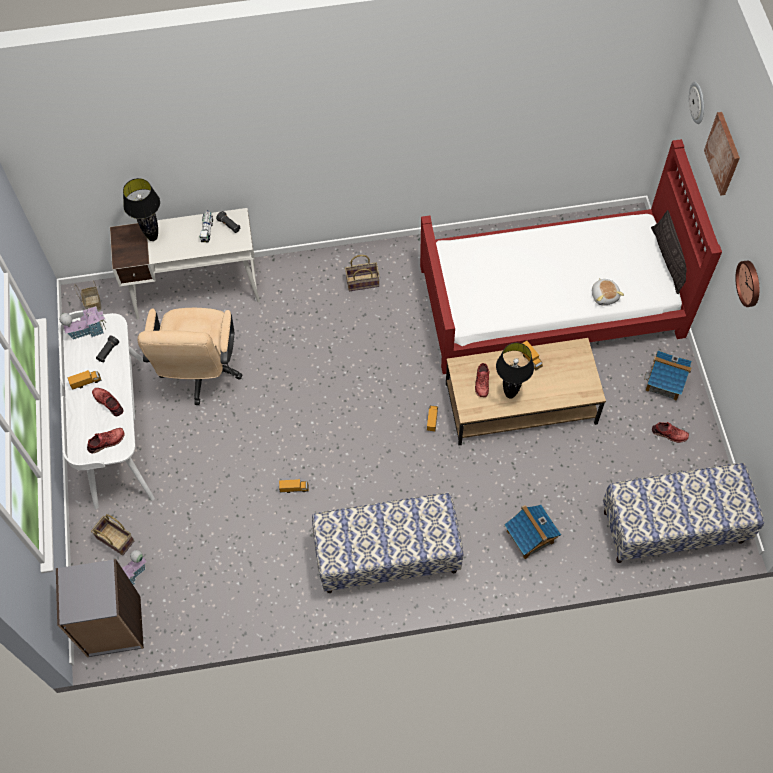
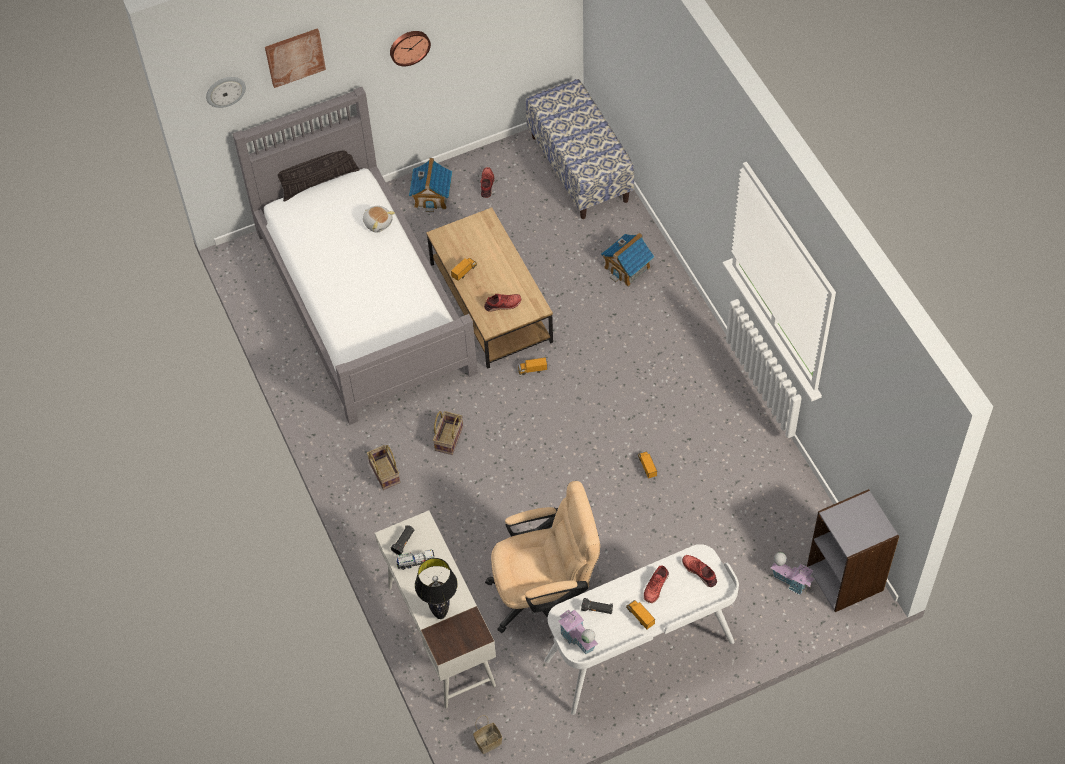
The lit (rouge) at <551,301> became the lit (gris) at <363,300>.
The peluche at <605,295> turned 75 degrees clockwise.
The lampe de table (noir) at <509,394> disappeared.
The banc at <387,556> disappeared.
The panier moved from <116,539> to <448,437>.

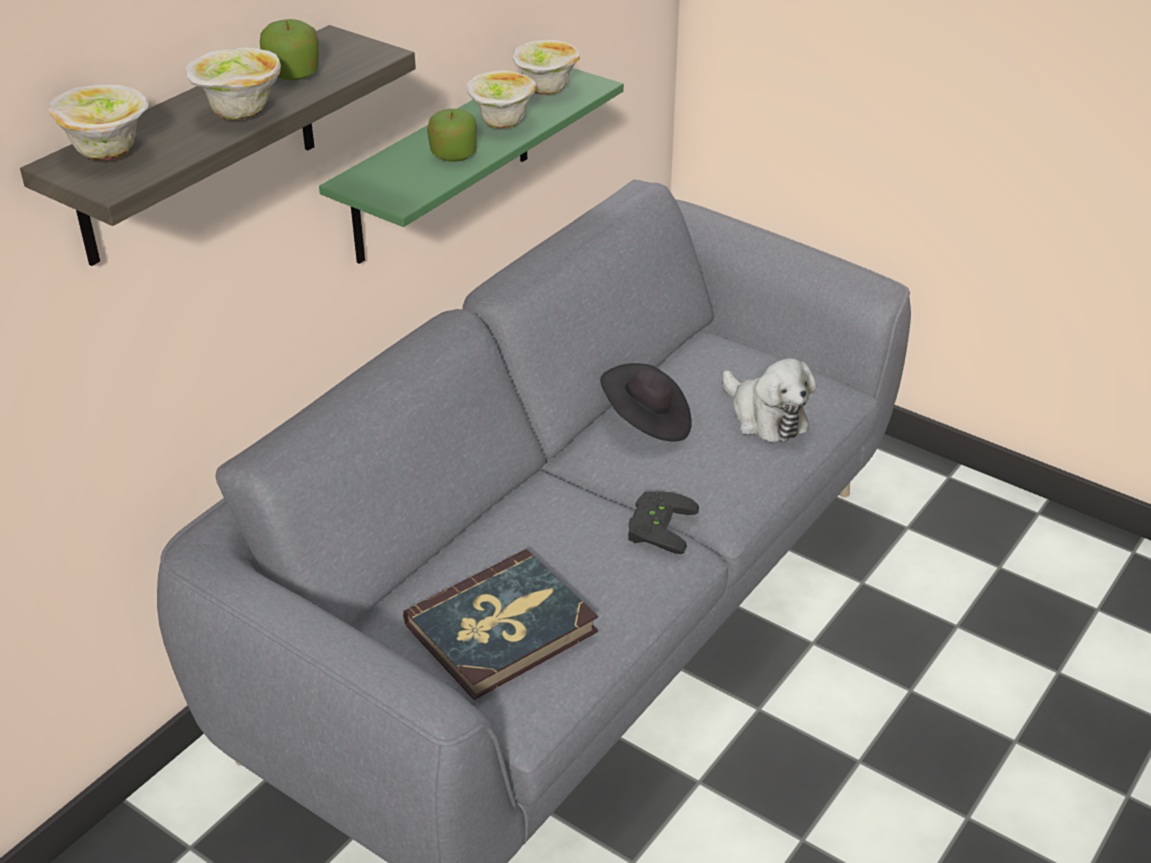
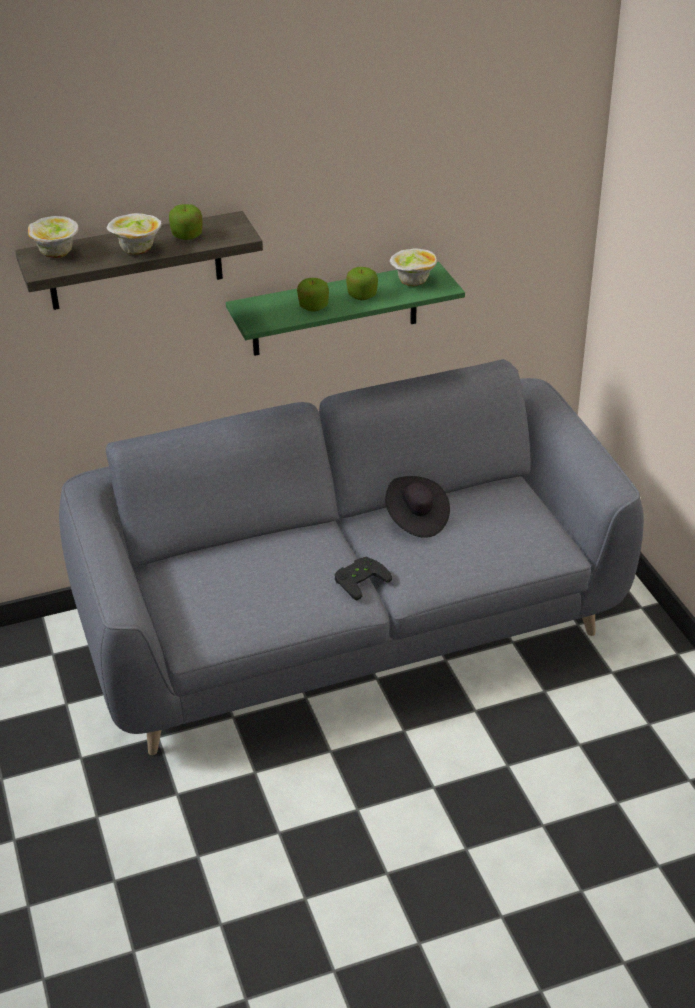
The bol at <501,123> was replaced by the pomme at <362,295>.
The peluche at <765,417> disappeared.
The livre at <502,629> disappeared.

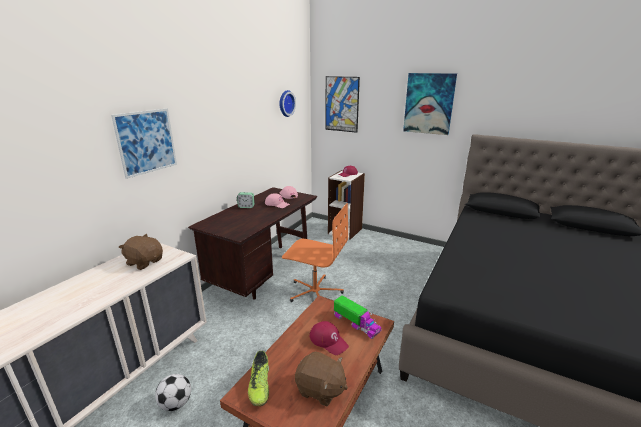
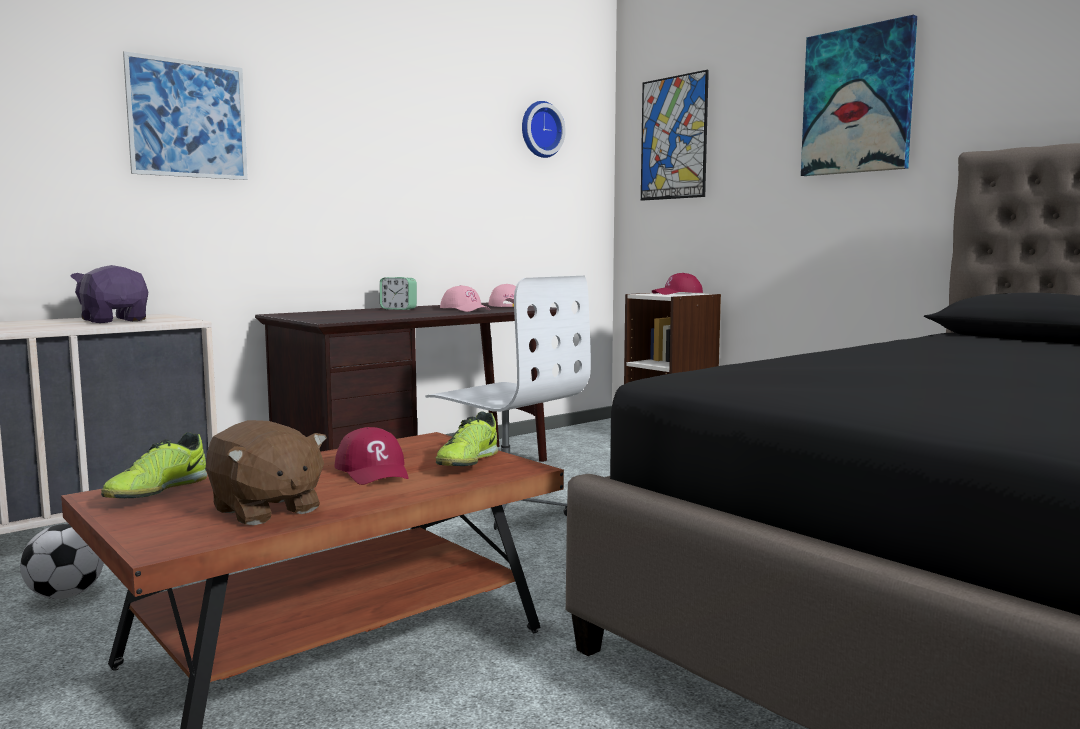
The chaise de bureau (orange) at <315,292> became the chaise de bureau (blanc) at <506,507>.
The peluche (marron) at <145,262> became the peluche (violet) at <115,320>.
The camion jouet at <356,323> was replaced by the chaussure at <467,462>.

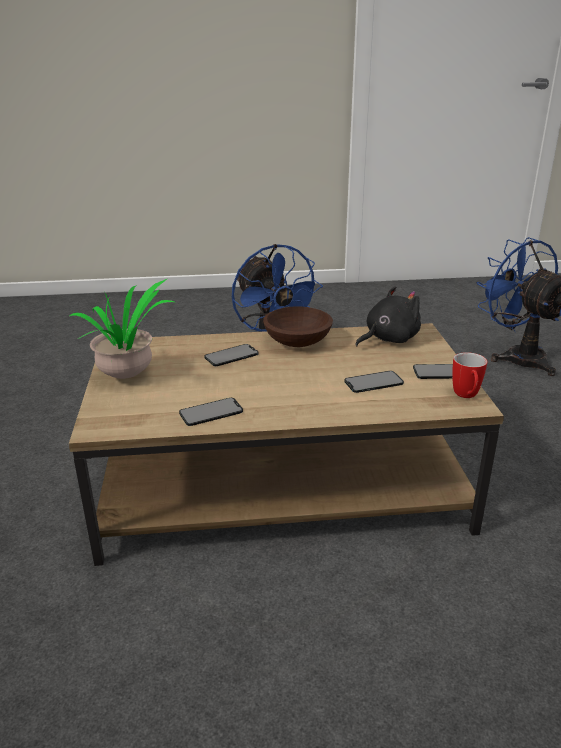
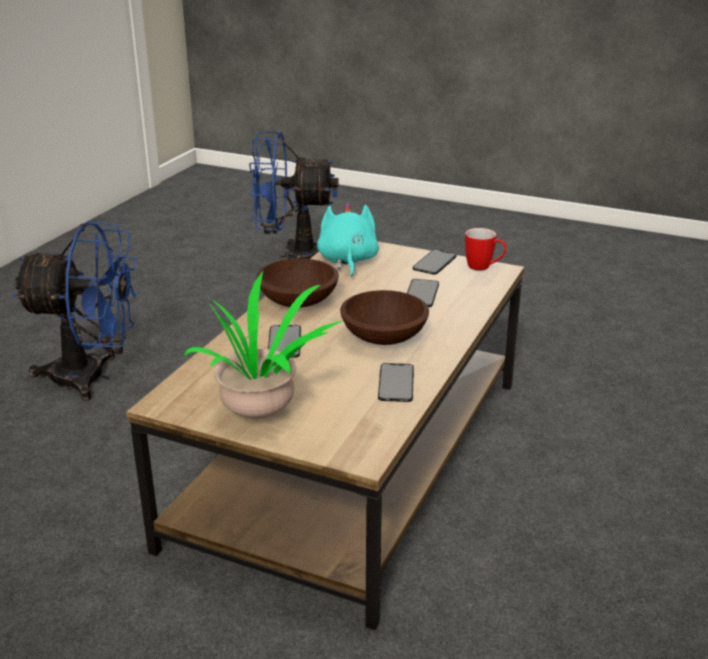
The peluche (noir) at <388,339> became the peluche (turquoise) at <347,261>.
The bol (marron) at <382,337> appeared.

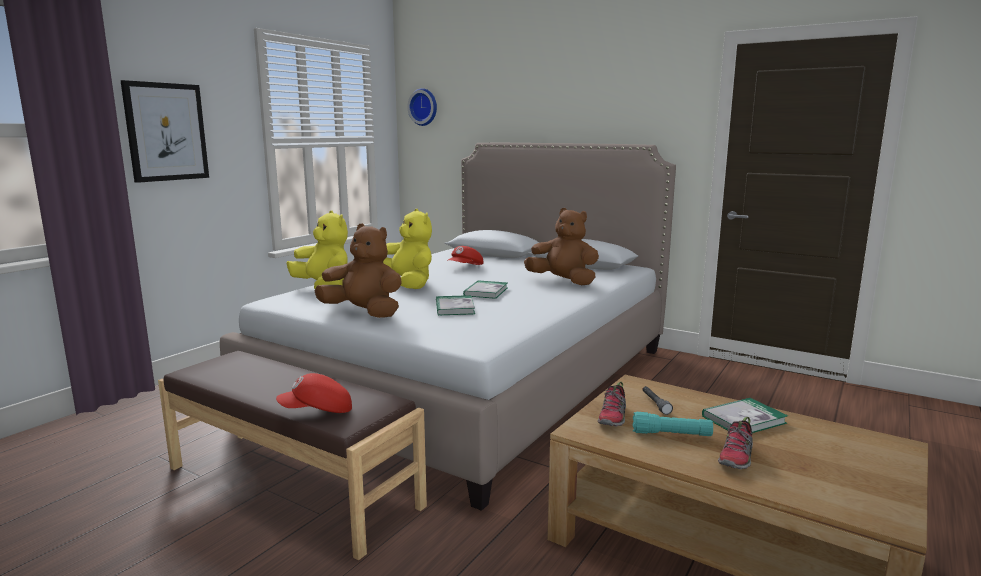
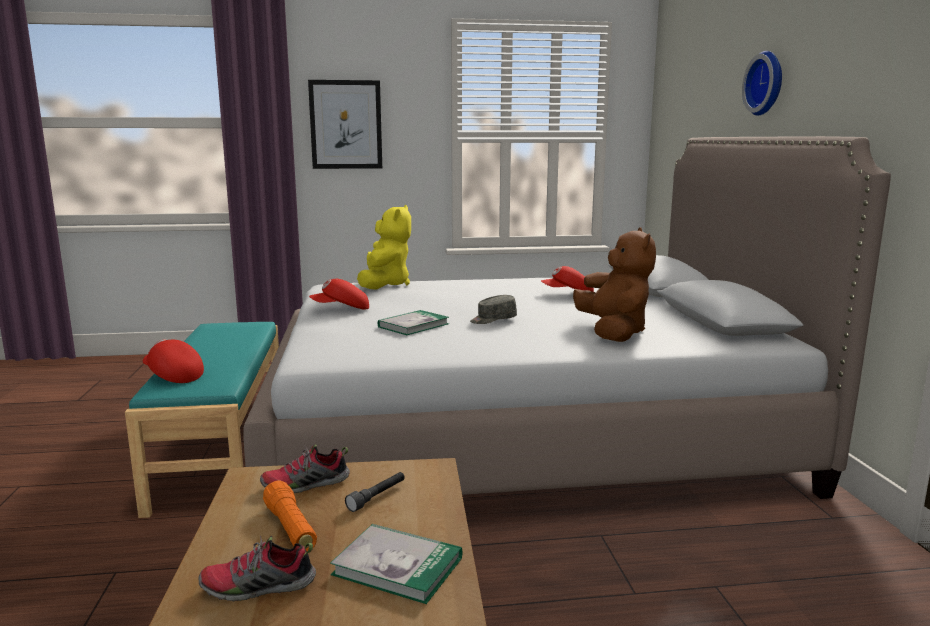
The horloge murale moved from <424,107> to <767,83>.
The peluche (jaune) at <408,284> disappeared.
The peluche (marron) at <364,313> was replaced by the casquette (rouge) at <341,309>.
The livre at <486,292> was replaced by the casquette (gris) at <493,320>.
The banc (marron) at <293,485> became the banc (turquoise) at <225,448>.
The lampe de poche (turquoise) at <671,434> became the lampe de poche (orange) at <290,528>.

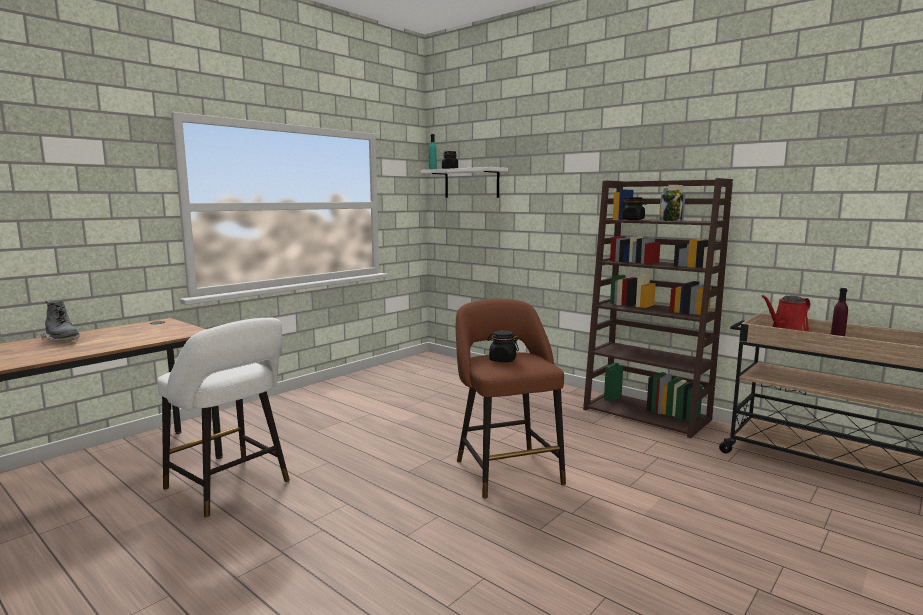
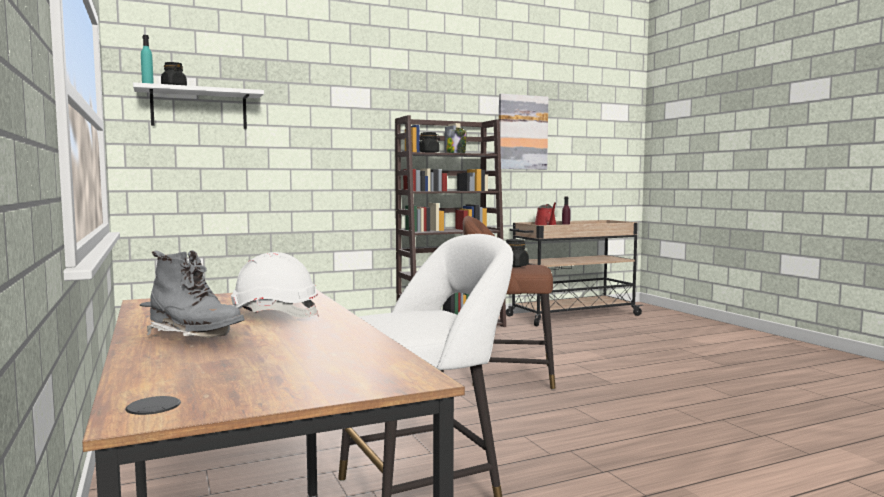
The botte (gris) at <62,340> turned 60 degrees clockwise.
The tableau at <522,132> appeared.
The casque de chantier (blanc) at <270,316> appeared.

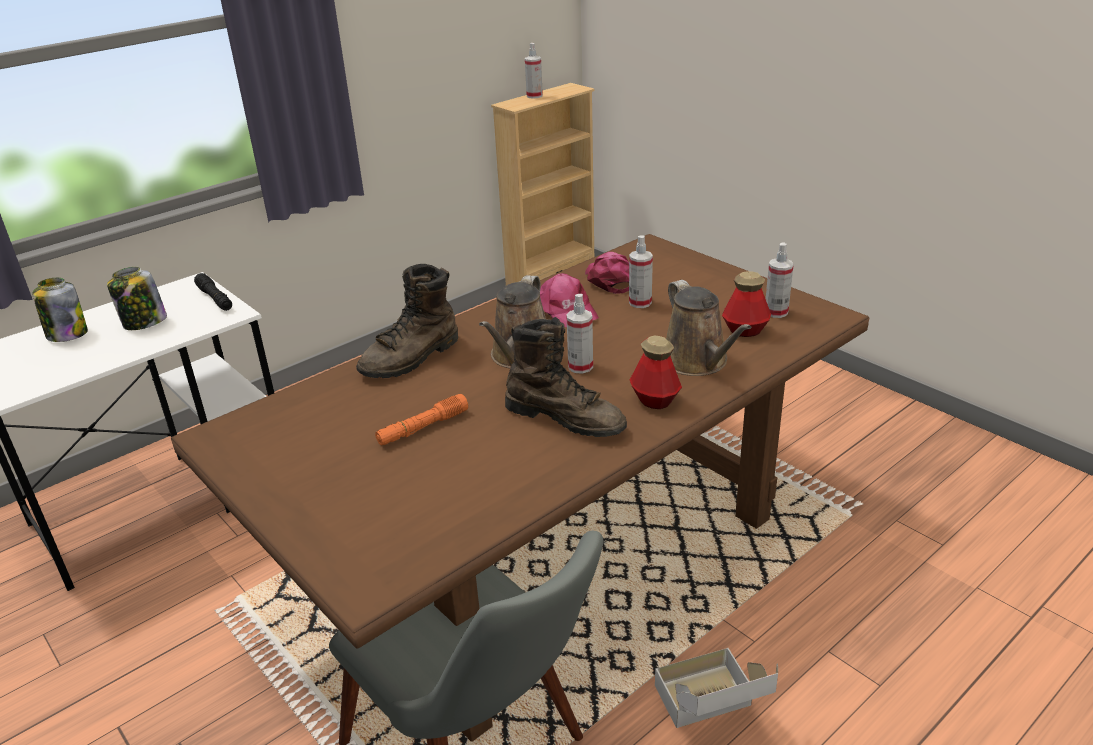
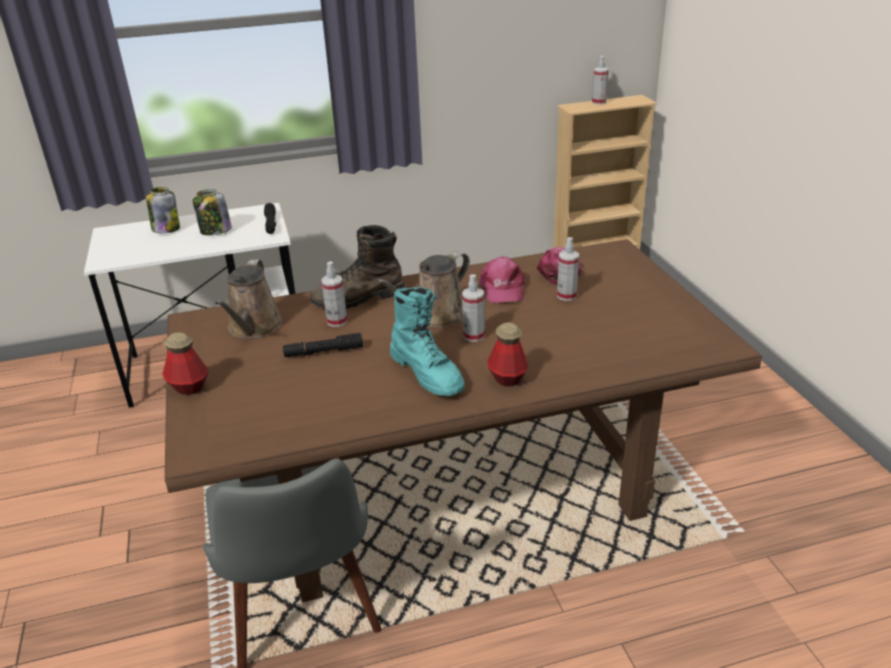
The vaporisateur moved from <776,312> to <337,321>.
The bouteille moved from <745,330> to <189,387>.
The arrosoir (marron) moved from <698,362> to <253,328>.
The botte (marron) at <566,418> became the botte (turquoise) at <428,373>.
The lampe de poche (orange) at <423,428> became the lampe de poche (noir) at <323,352>.
The carton at <711,713> disappeared.

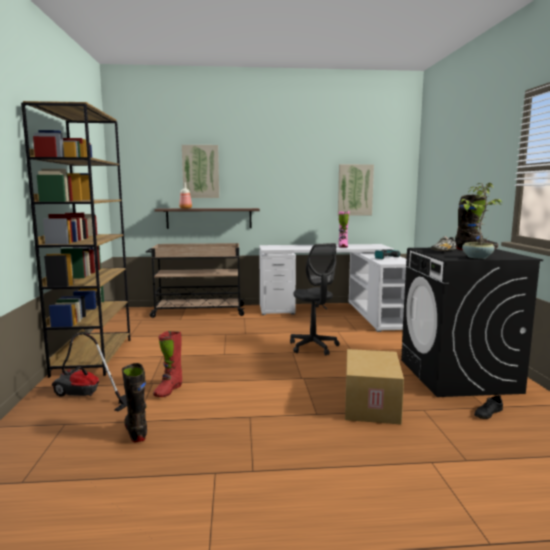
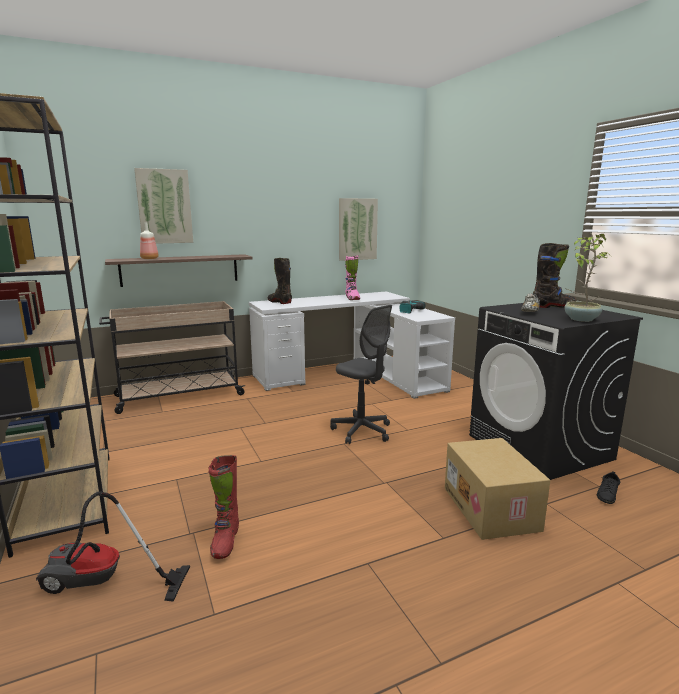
The botte (noir) moved from <136,431> to <279,302>.

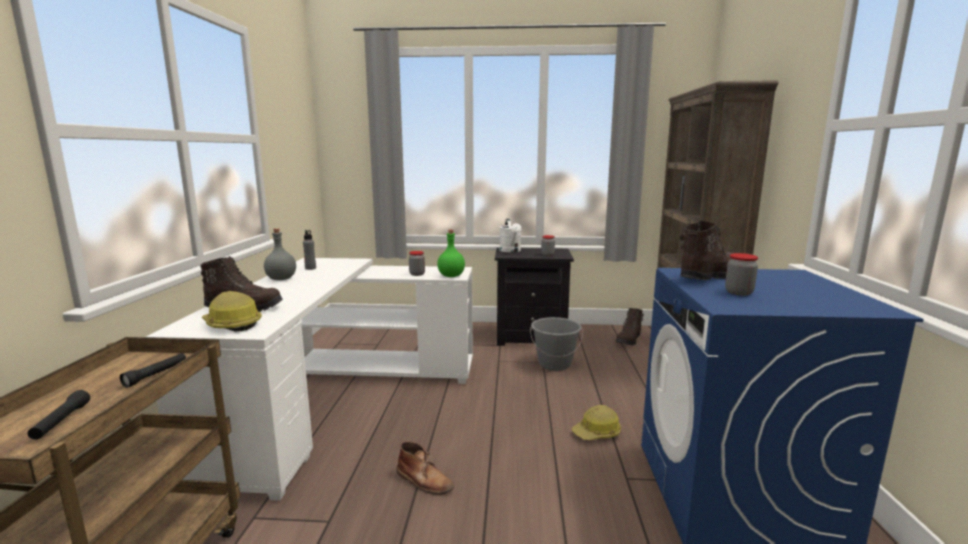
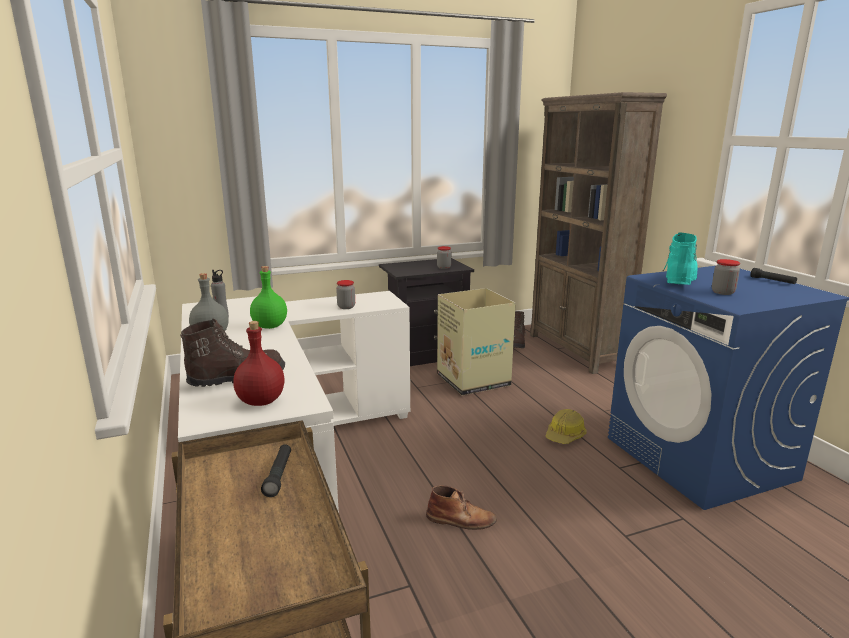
The arrosoir (blanc) at <511,251> disappeared.
The botte (marron) at <708,277> became the botte (turquoise) at <679,280>.
The bouteille (vert) moved from <451,276> to <270,326>.
The casque de chantier at <232,324> was replaced by the bouteille (rouge) at <262,401>.
The seau (gris) at <554,364> was replaced by the carton at <472,380>.
The lampe de poche (noir) moved from <61,422> to <772,281>.

